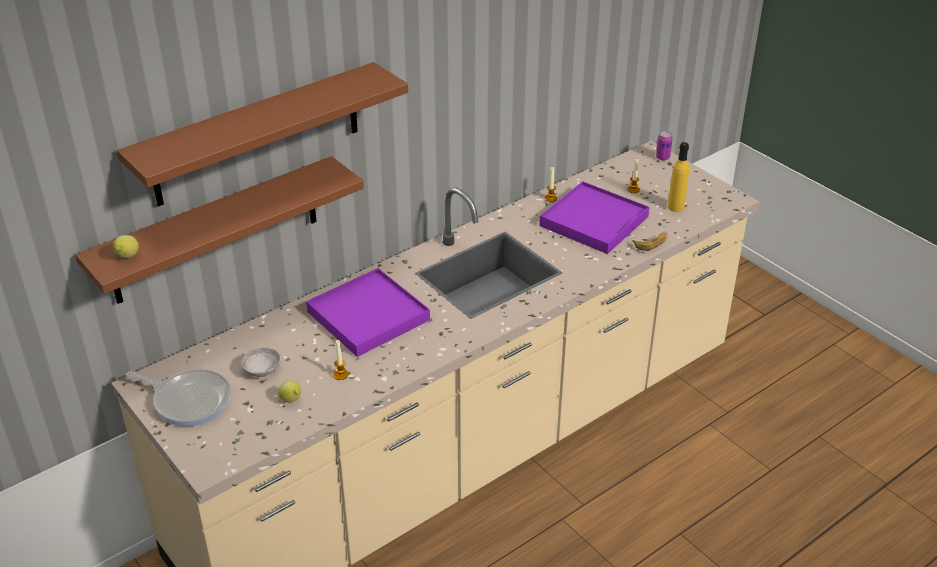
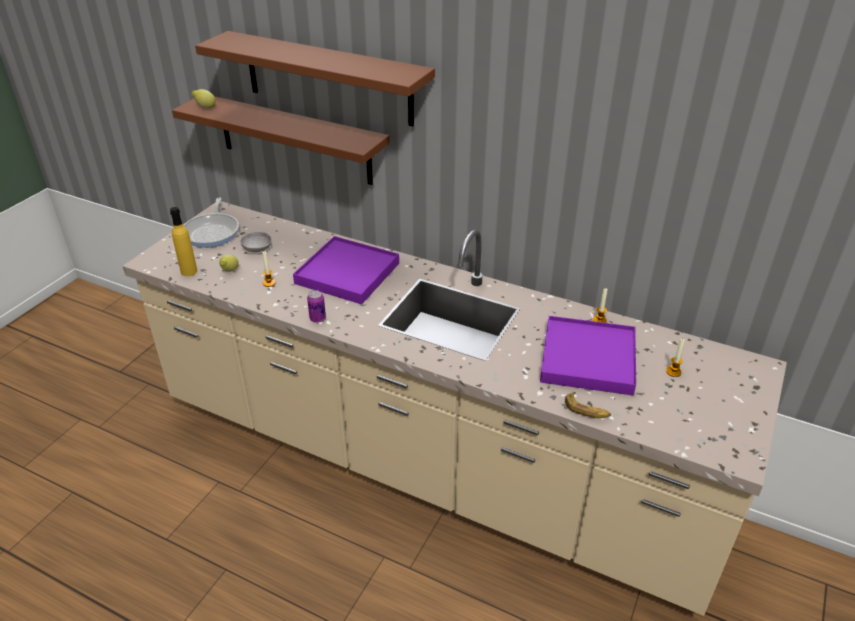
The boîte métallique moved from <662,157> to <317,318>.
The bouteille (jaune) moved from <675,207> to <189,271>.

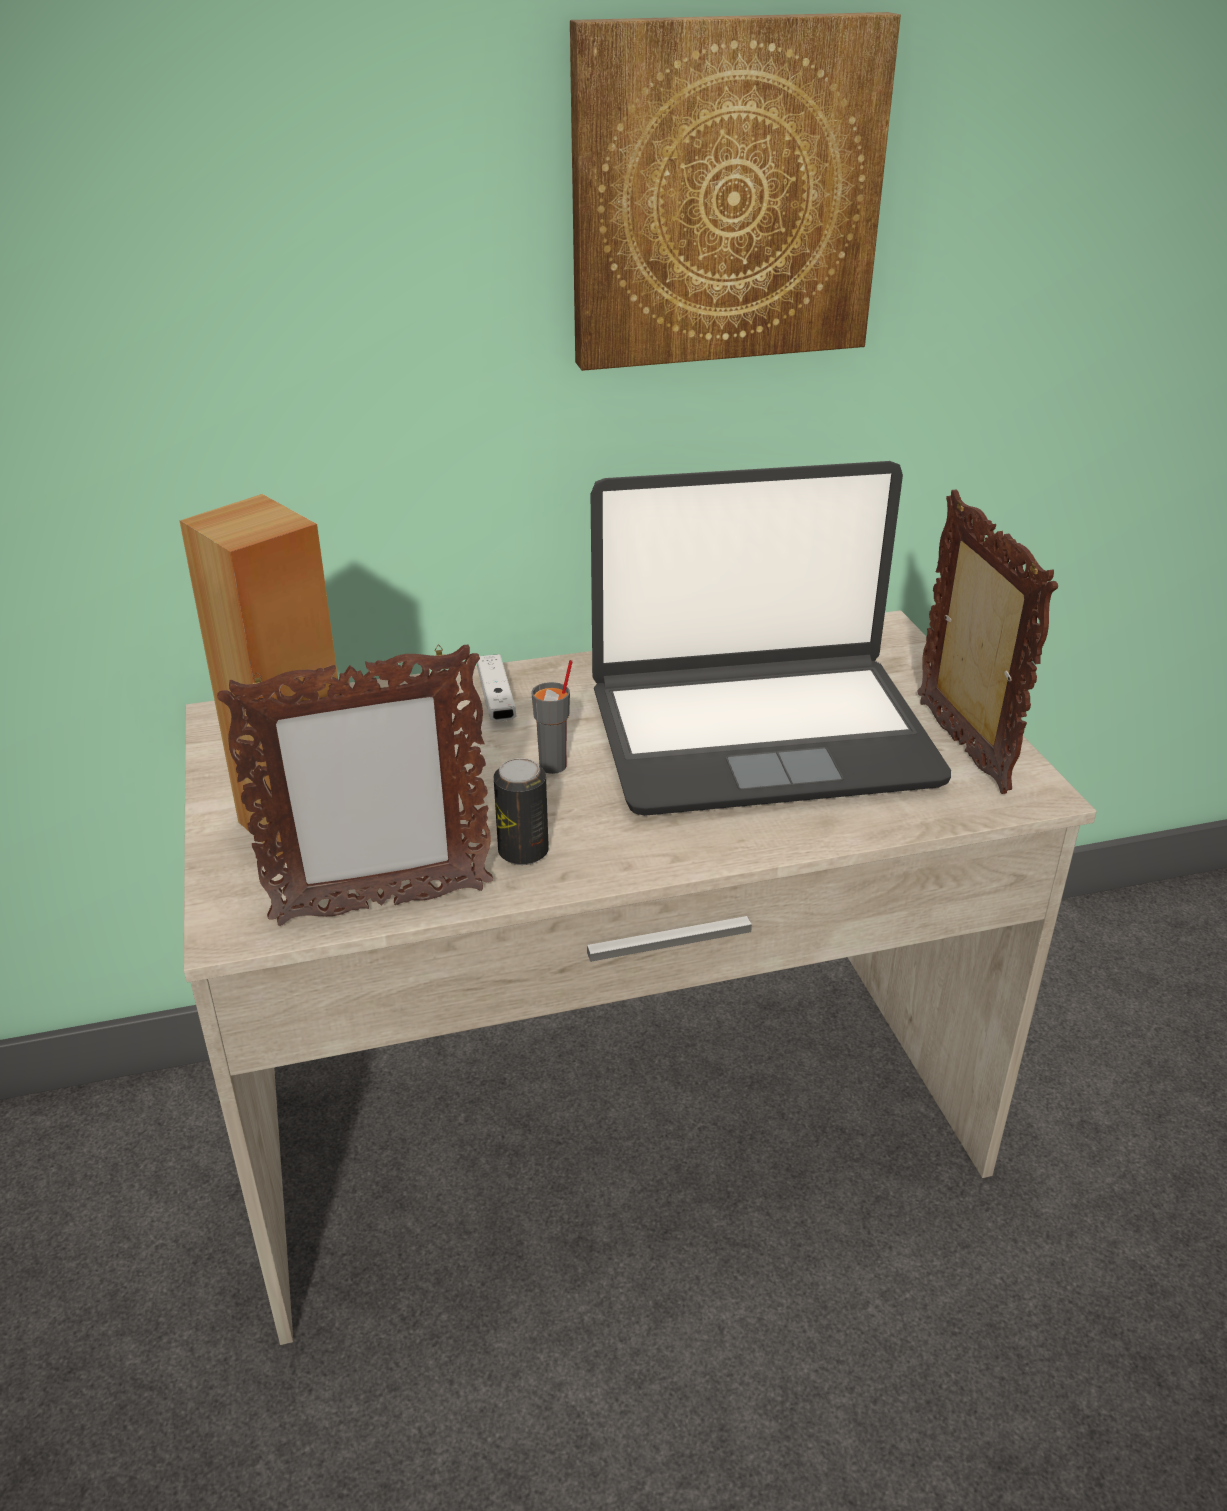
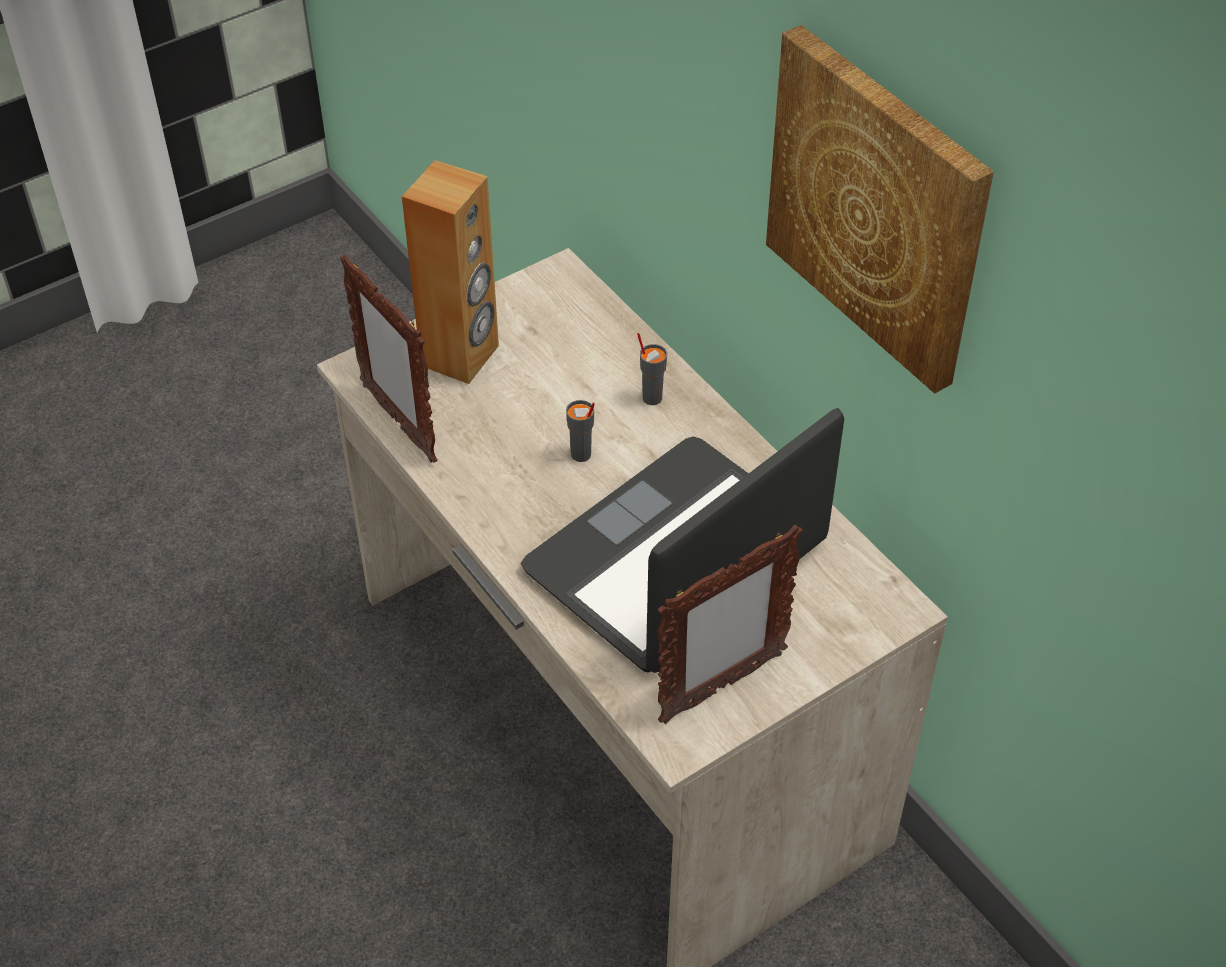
The ordinateur portable at <760,735> turned 75 degrees clockwise.
The manette (blanc) at <496,699> was replaced by the tasse (gris) at <652,397>.
The boîte métallique at <523,852> disappeared.

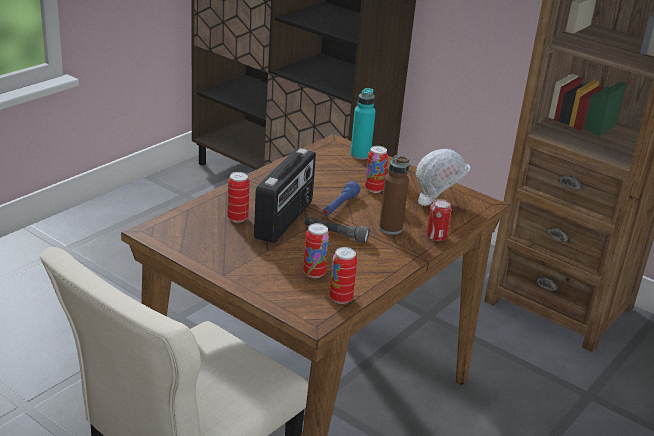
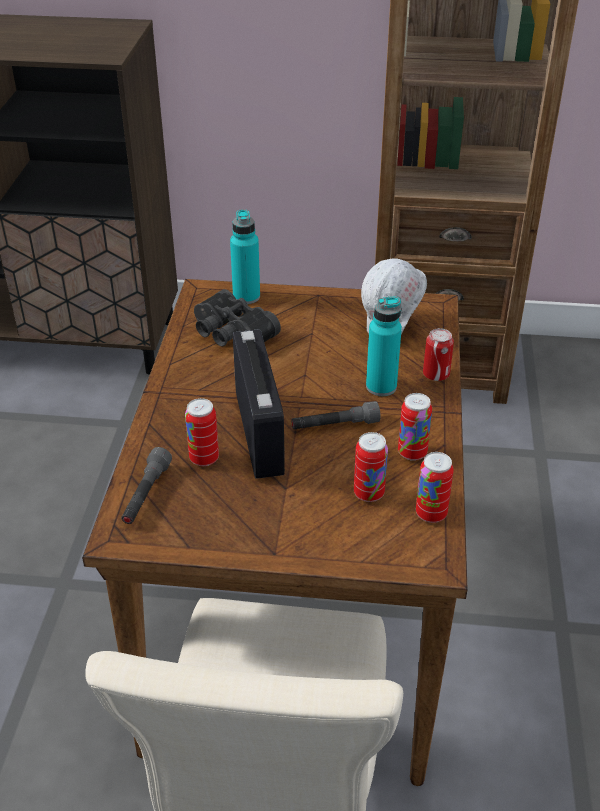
The boîte métallique moved from <374,189> to <412,453>.
The bouteille (marron) at <390,228> became the bouteille (turquoise) at <381,387>.
The lampe de poche (bleu) at <339,206> disappeared.
The jumelles (noir) at <231,334> appeared.
The lampe de poche (gris) at <146,495> appeared.

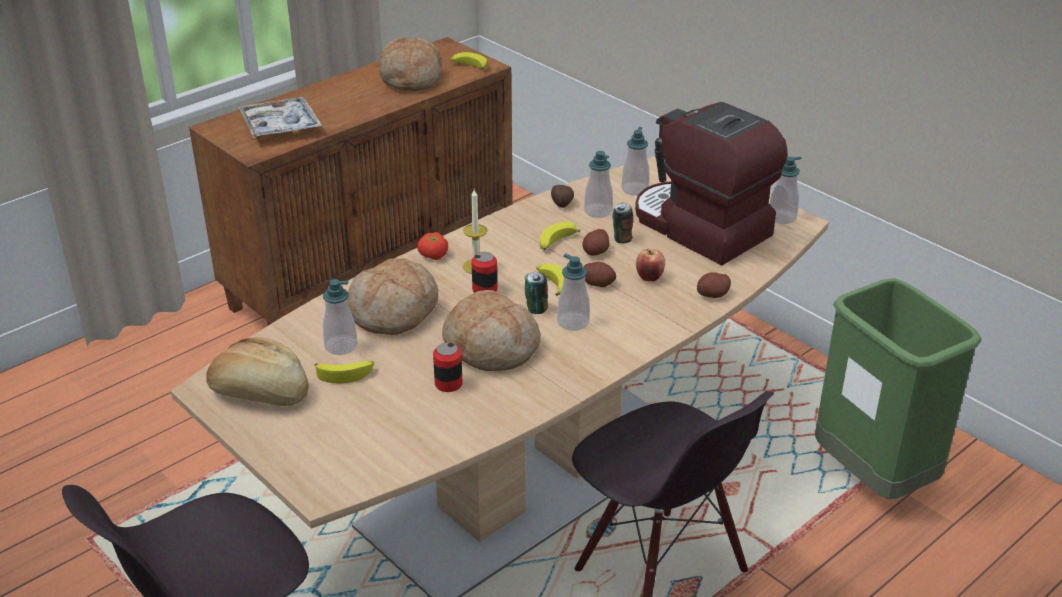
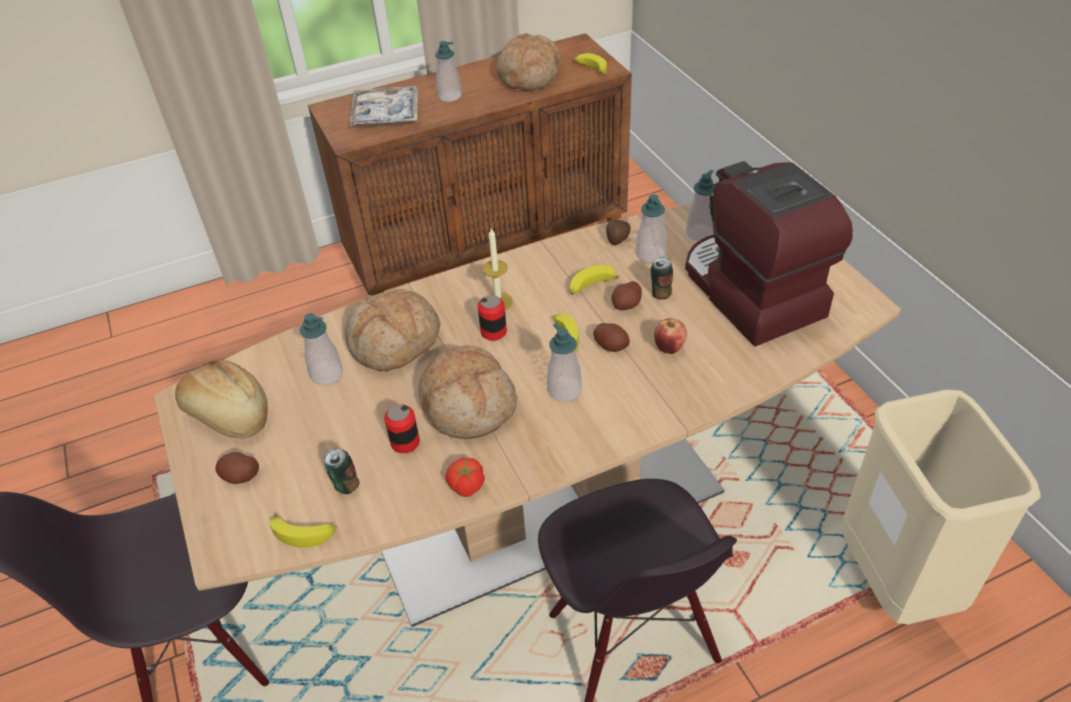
The distributeur de savon moved from <782,217> to <449,96>.
The tomate moved from <433,255> to <466,485>.
The boîte métallique moved from <535,309> to <345,485>.
The pomme de terre moved from <713,295> to <240,476>.
The poubelle (vert) at <873,478> became the poubelle (beige) at <896,581>.
The banane moved from <346,374> to <305,533>.

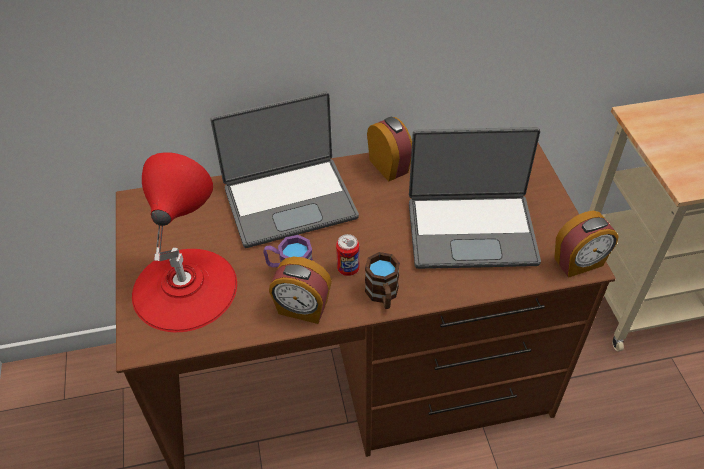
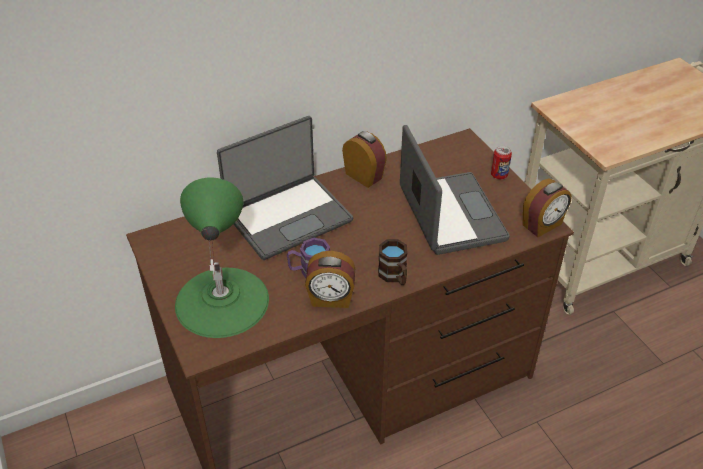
The ordinateur portable at <471,230> turned 90 degrees counterclockwise.
The lampe de table (rouge) at <184,288> became the lampe de table (vert) at <221,301>.
The boîte métallique moved from <348,268> to <499,175>.

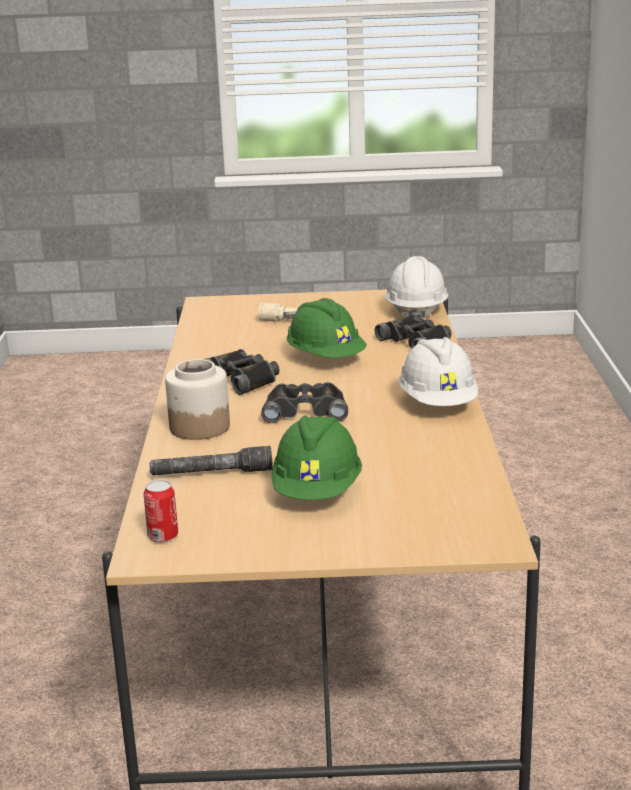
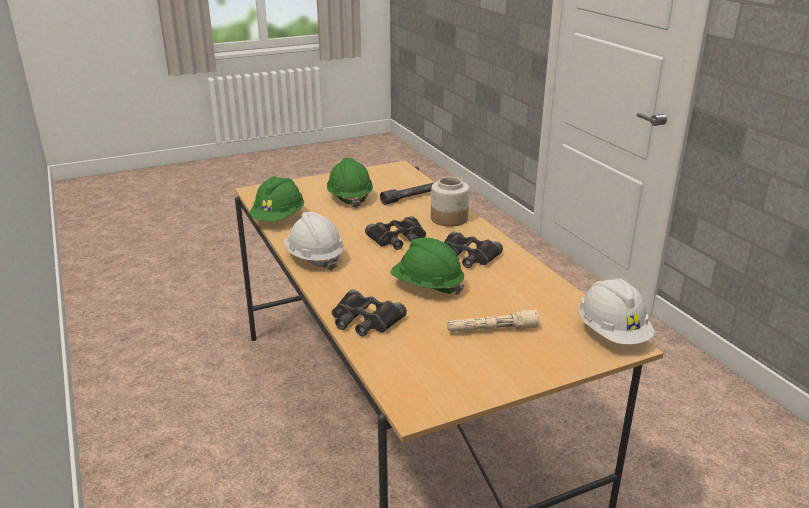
The casque de chantier (blanc) moved from <416,311> to <612,333>.
The boîte métallique at <163,536> disappeared.
The casque de chantier (vert) at <278,218> appeared.

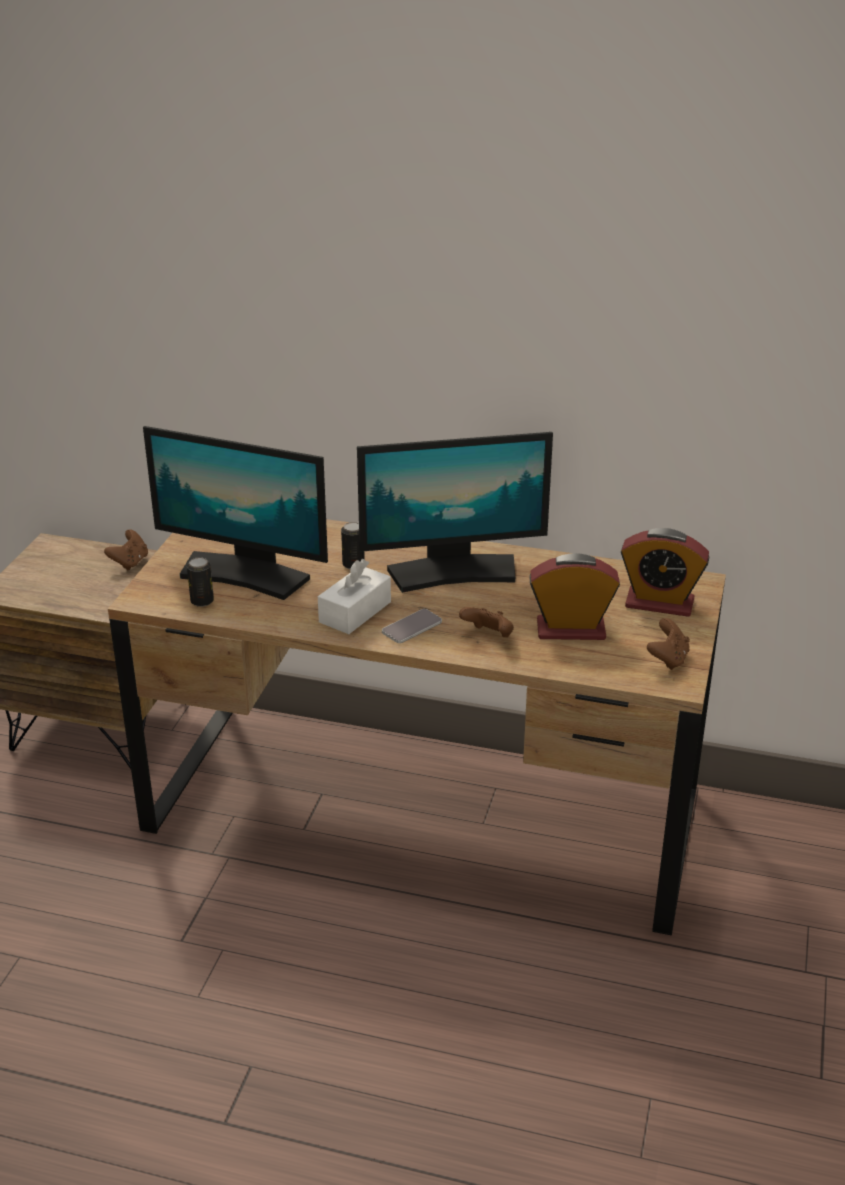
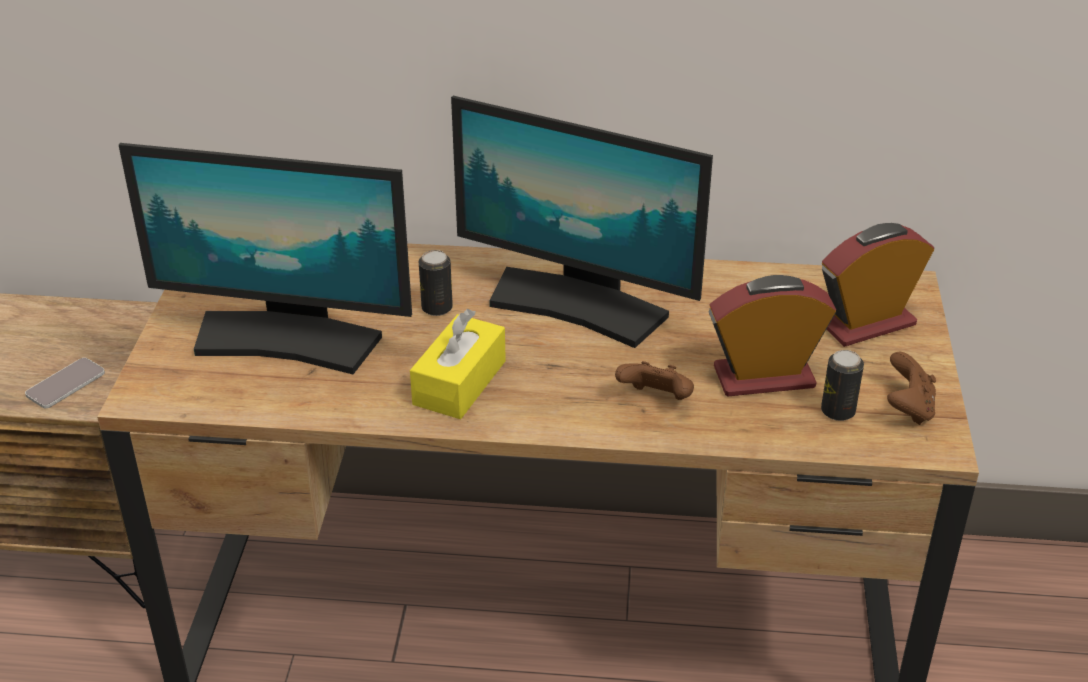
The écran d'ordinateur at <453,572> turned 45 degrees clockwise.
The réveil at <659,603> turned 150 degrees clockwise.
The manette (marron) at <130,562> disappeared.
The boîte métallique moved from <202,601> to <838,411>.
The boîte à mouchoirs (blanc) at <355,612> became the boîte à mouchoirs (jaune) at <459,383>.
The téléphone moved from <412,627> to <66,384>.

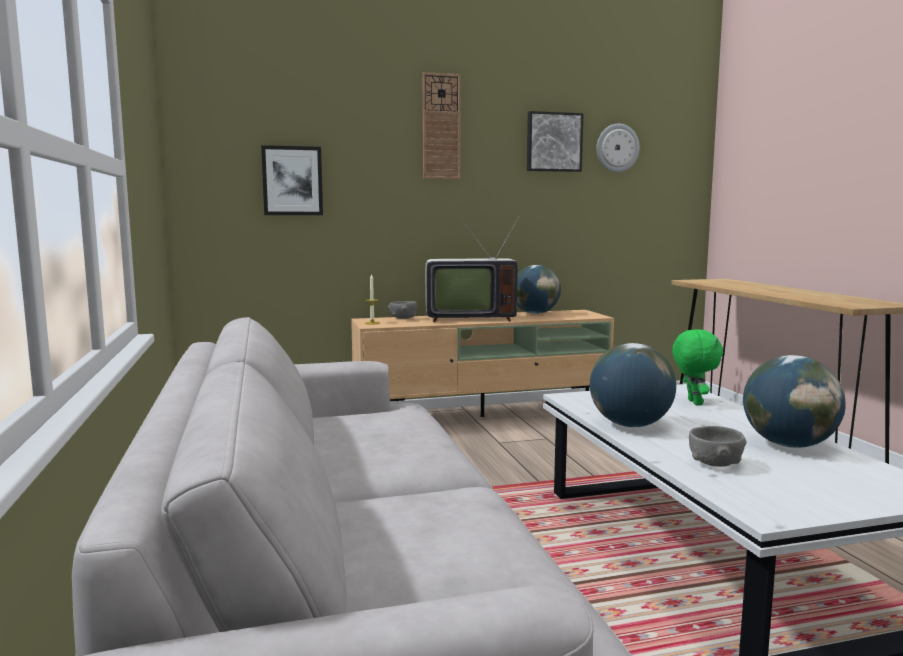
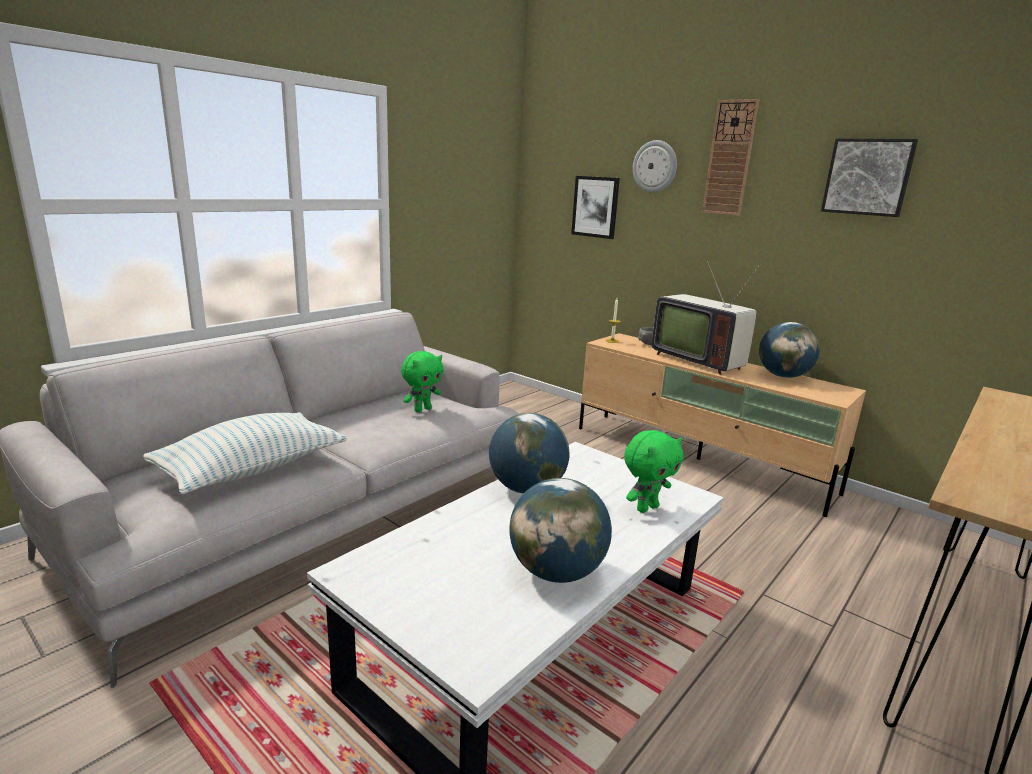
The horloge murale moved from <617,148> to <655,166>.
The bol (gris) at <715,464> disappeared.
The peluche (vert) at <422,409> appeared.
The coussin at <252,469> appeared.

